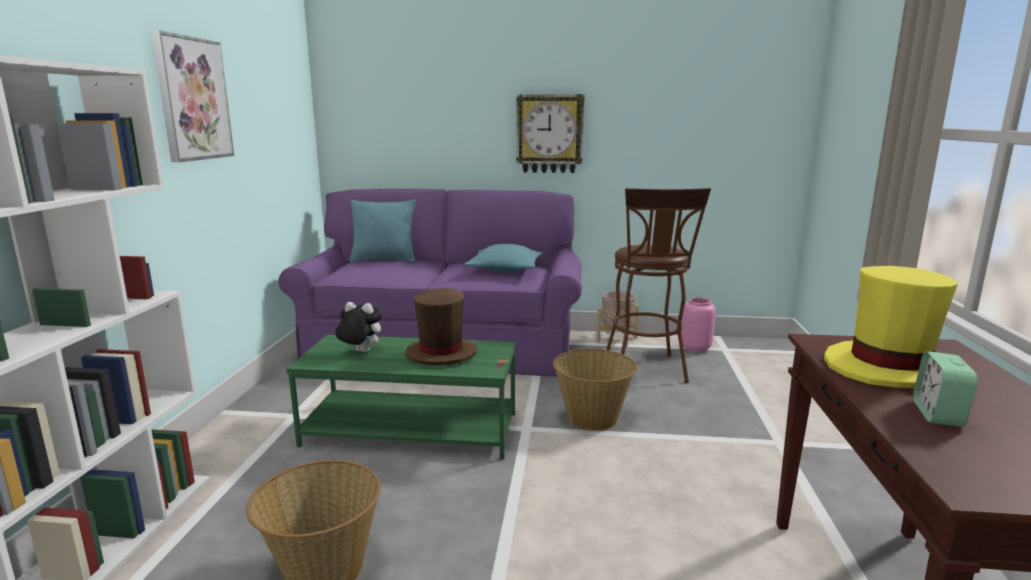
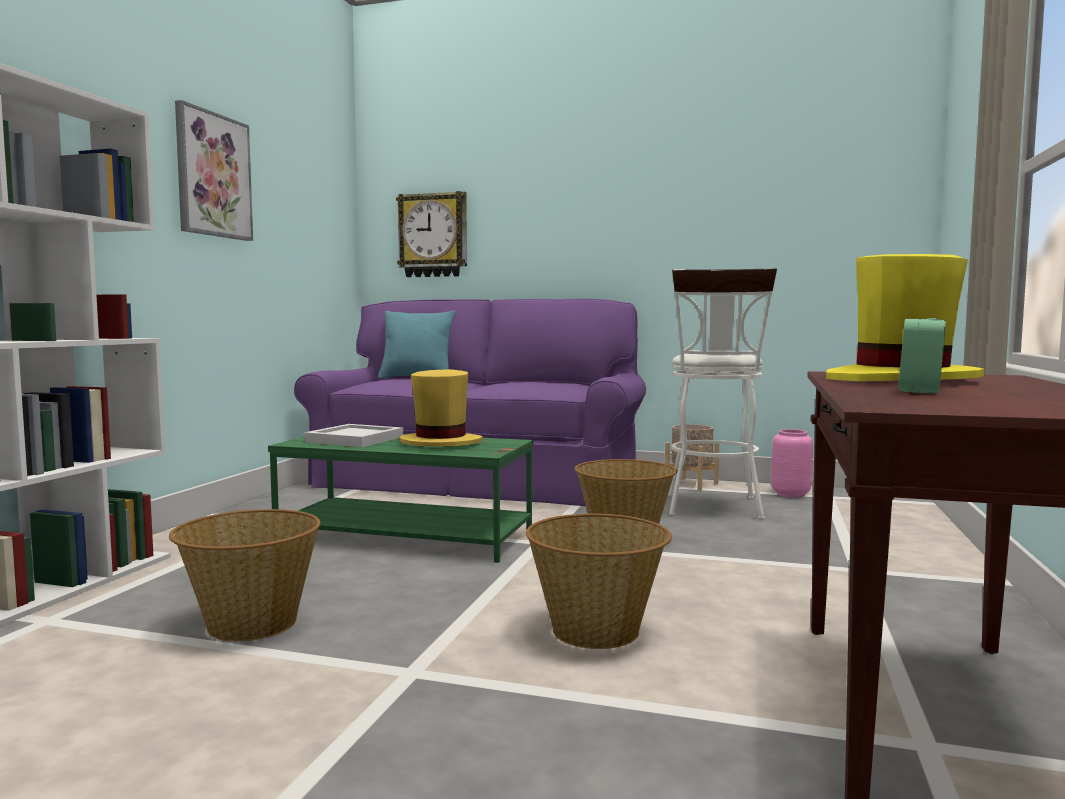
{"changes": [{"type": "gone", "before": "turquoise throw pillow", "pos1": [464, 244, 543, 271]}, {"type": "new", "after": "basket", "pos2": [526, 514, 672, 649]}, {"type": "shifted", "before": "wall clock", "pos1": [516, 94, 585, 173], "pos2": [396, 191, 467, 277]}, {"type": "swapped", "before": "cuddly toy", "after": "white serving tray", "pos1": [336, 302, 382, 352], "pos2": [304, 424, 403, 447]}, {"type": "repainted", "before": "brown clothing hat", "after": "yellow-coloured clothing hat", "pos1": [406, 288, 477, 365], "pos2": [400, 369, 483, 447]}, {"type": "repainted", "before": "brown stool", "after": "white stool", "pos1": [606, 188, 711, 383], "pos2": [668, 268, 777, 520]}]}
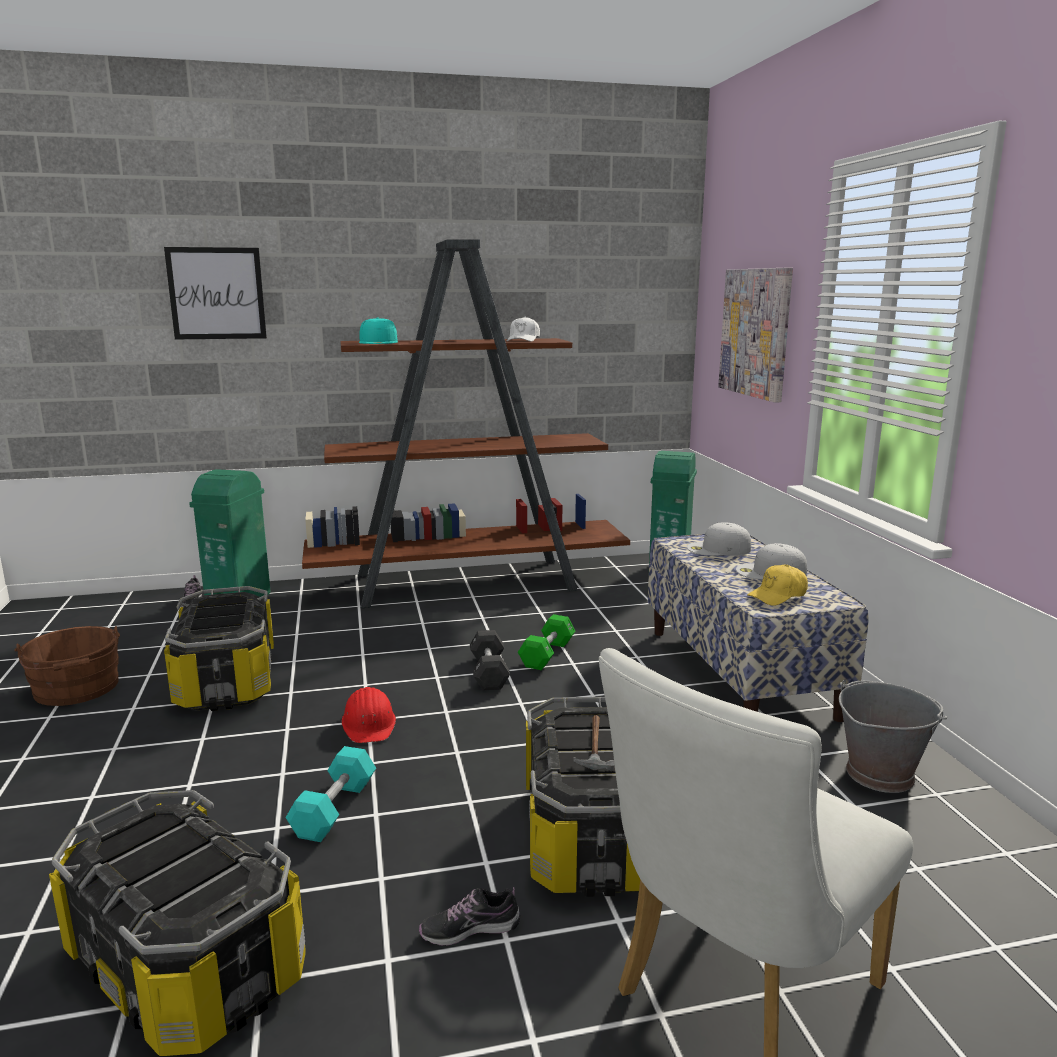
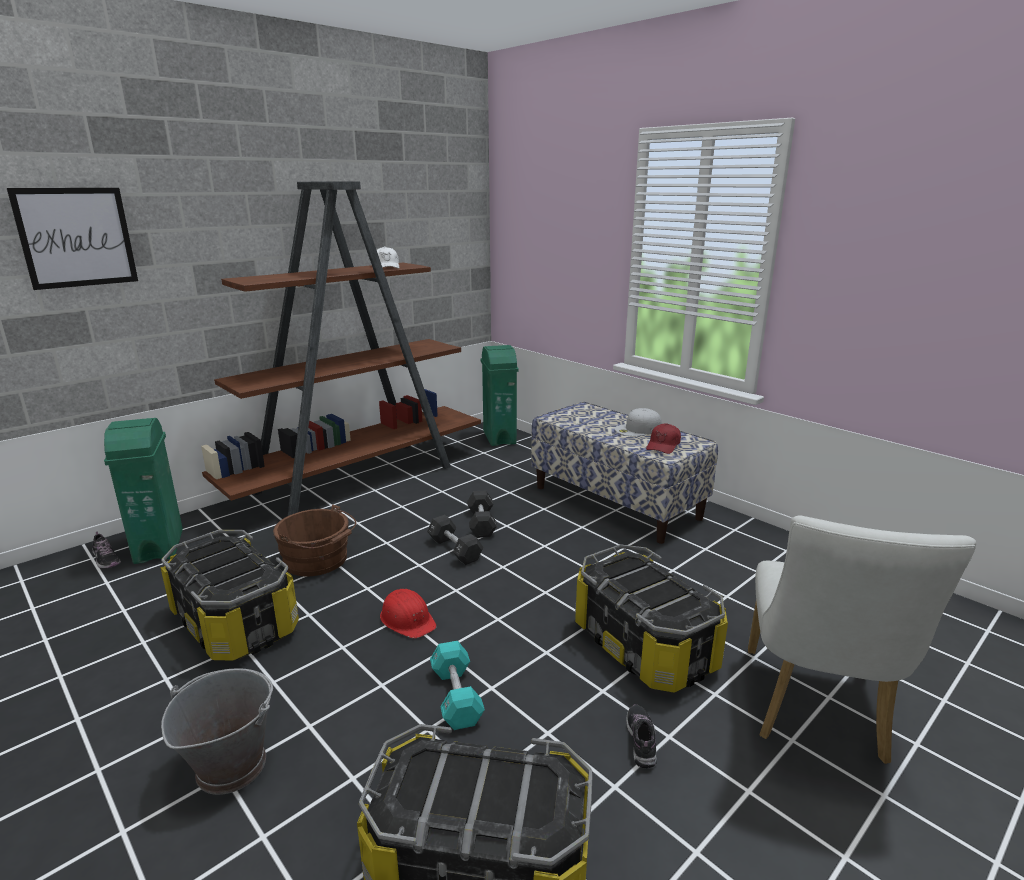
{"changes": [{"type": "gone", "before": "turquoise baseball cap", "pos1": [359, 318, 398, 344]}, {"type": "gone", "before": "tool hammer", "pos1": [573, 715, 615, 771]}, {"type": "gone", "before": "white baseball cap", "pos1": [687, 522, 751, 556]}, {"type": "gone", "before": "wall art", "pos1": [718, 268, 793, 403]}, {"type": "shifted", "before": "brown pail", "pos1": [14, 626, 120, 706], "pos2": [273, 505, 356, 576]}, {"type": "shifted", "before": "greyish pail", "pos1": [839, 679, 947, 793], "pos2": [161, 668, 273, 795]}, {"type": "repainted", "before": "green dumbbell", "after": "black-coloured dumbbell", "pos1": [518, 614, 575, 670], "pos2": [467, 491, 497, 538]}, {"type": "repainted", "before": "yellow-coloured baseball cap", "after": "reddish baseball cap", "pos1": [747, 565, 808, 606], "pos2": [646, 423, 681, 454]}, {"type": "rotated", "before": "low shoe", "pos1": [419, 887, 520, 946], "pos2": [626, 704, 657, 769], "turn": 135}]}
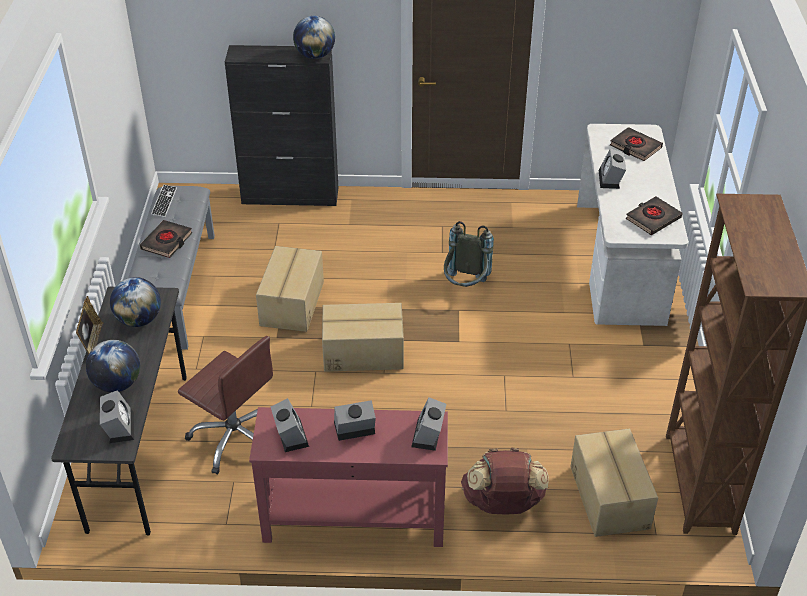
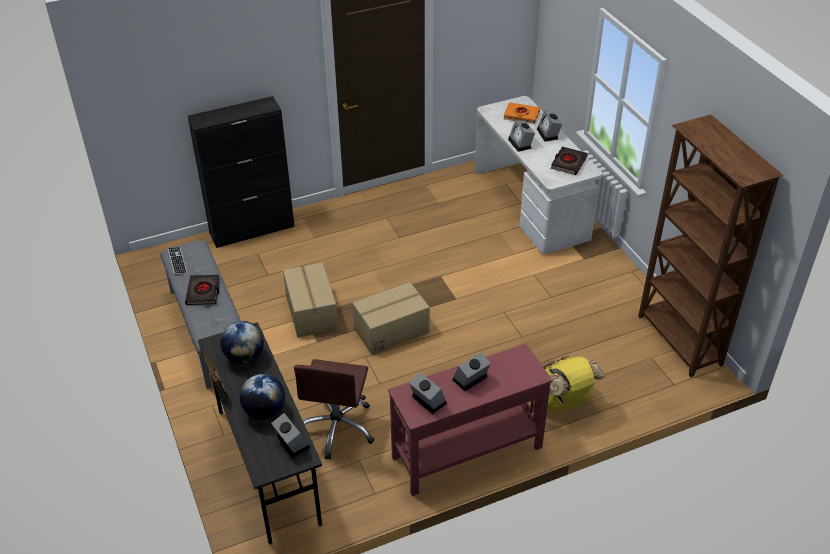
{"changes": [{"type": "gone", "before": "globe", "pos1": [293, 16, 335, 59]}, {"type": "gone", "before": "greyish knapsack", "pos1": [444, 221, 494, 287]}, {"type": "gone", "before": "cardboard box", "pos1": [571, 429, 658, 537]}, {"type": "shifted", "before": "bedside clock", "pos1": [411, 397, 446, 451], "pos2": [537, 110, 562, 142]}, {"type": "repainted", "before": "brown knapsack", "after": "yellow-coloured knapsack", "pos1": [461, 448, 549, 515], "pos2": [543, 356, 605, 412]}, {"type": "repainted", "before": "black-coloured volume", "after": "orange volume", "pos1": [610, 127, 663, 161], "pos2": [503, 102, 540, 124]}, {"type": "rotated", "before": "brown office chair", "pos1": [178, 336, 273, 475], "pos2": [294, 359, 375, 460], "turn": 90}]}
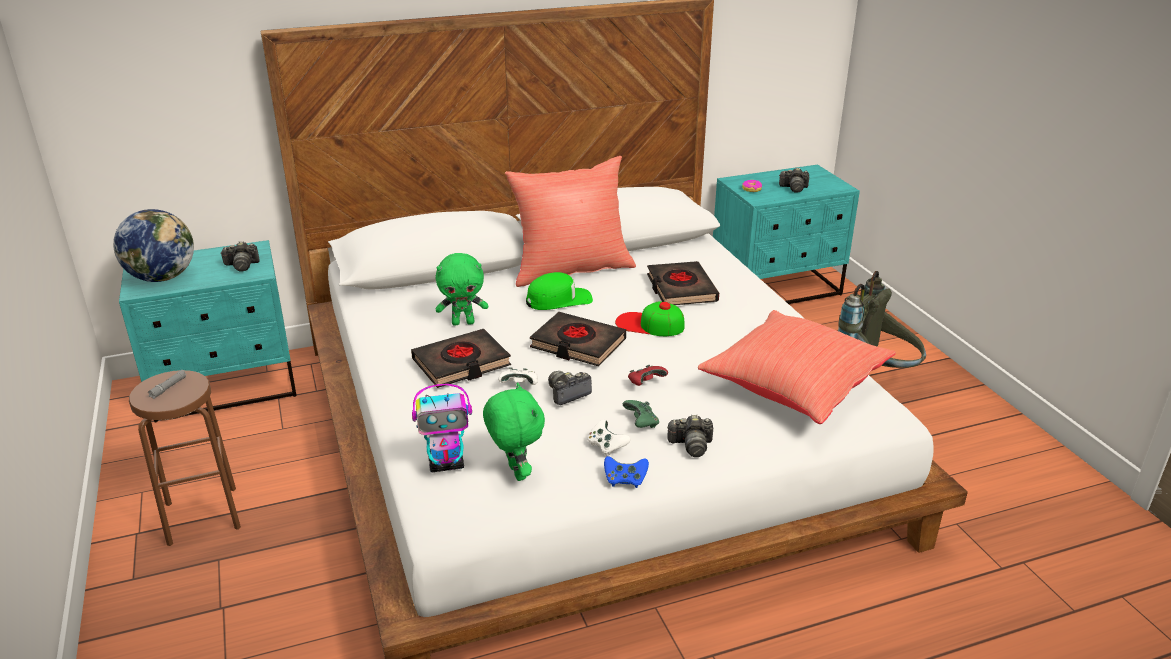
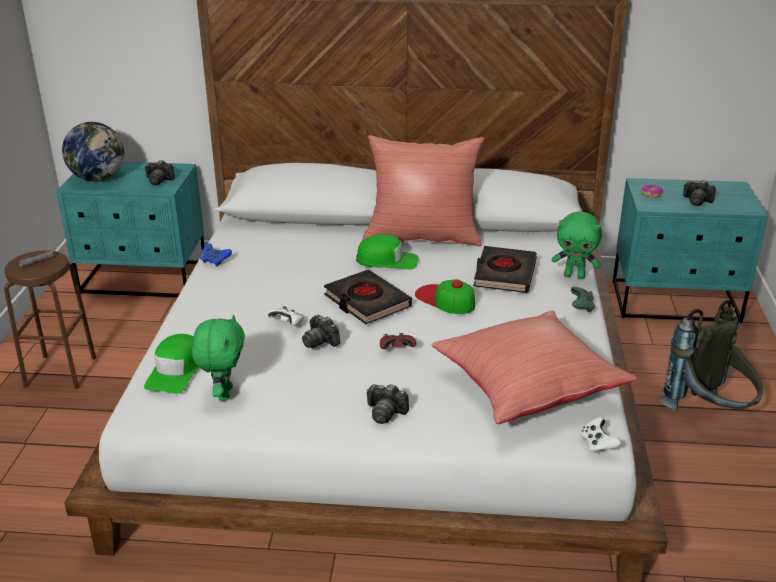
{"changes": [{"type": "gone", "before": "black-coloured volume", "pos1": [411, 329, 511, 388]}, {"type": "shifted", "before": "green cuddly toy", "pos1": [436, 253, 488, 326], "pos2": [552, 211, 602, 279]}, {"type": "shifted", "before": "white game controller", "pos1": [587, 420, 631, 456], "pos2": [580, 417, 621, 454]}, {"type": "shifted", "before": "blue-coloured game controller", "pos1": [604, 456, 649, 488], "pos2": [200, 243, 232, 267]}, {"type": "shifted", "before": "green game controller", "pos1": [623, 400, 659, 428], "pos2": [571, 287, 595, 313]}, {"type": "swapped", "before": "model robot", "after": "green baseball cap", "pos1": [412, 384, 472, 472], "pos2": [144, 334, 199, 394]}, {"type": "rotated", "before": "still camera", "pos1": [548, 371, 592, 405], "pos2": [302, 314, 340, 348], "turn": -120}]}
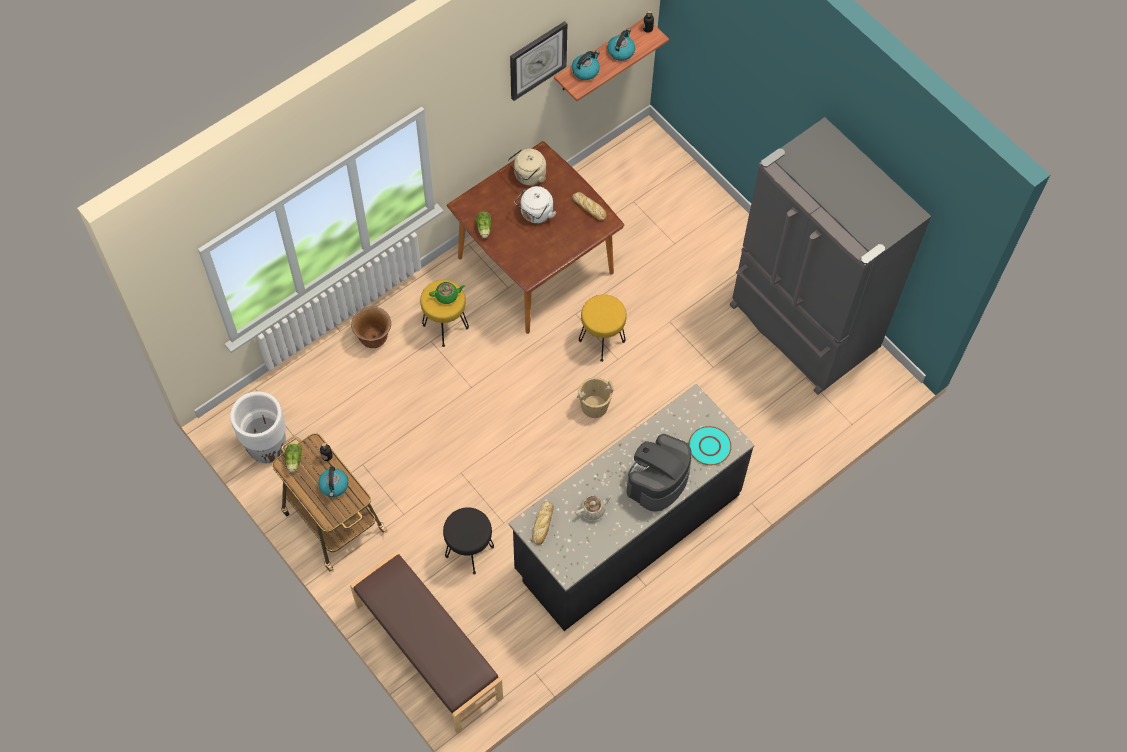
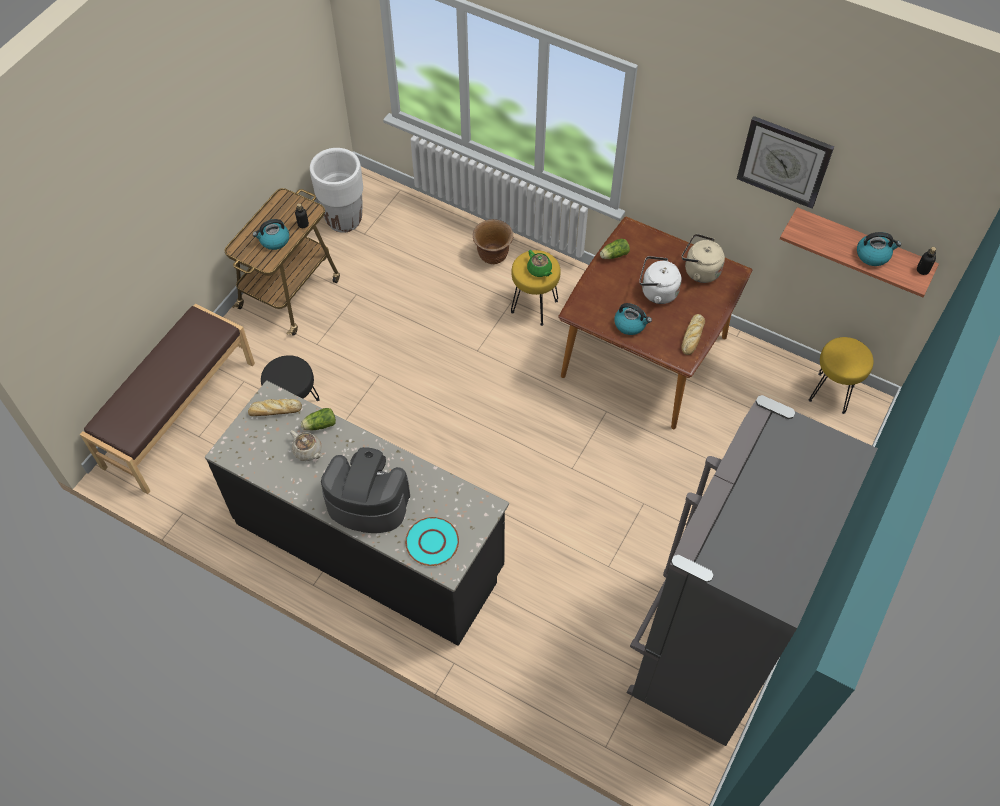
{"changes": [{"type": "gone", "before": "beige pail", "pos1": [577, 377, 614, 418]}, {"type": "shifted", "before": "head of lettuce", "pos1": [285, 444, 302, 473], "pos2": [301, 408, 336, 430]}, {"type": "shifted", "before": "kettle", "pos1": [572, 50, 600, 80], "pos2": [614, 303, 652, 335]}, {"type": "shifted", "before": "yellow-coloured stool", "pos1": [579, 294, 627, 362], "pos2": [809, 337, 874, 414]}]}
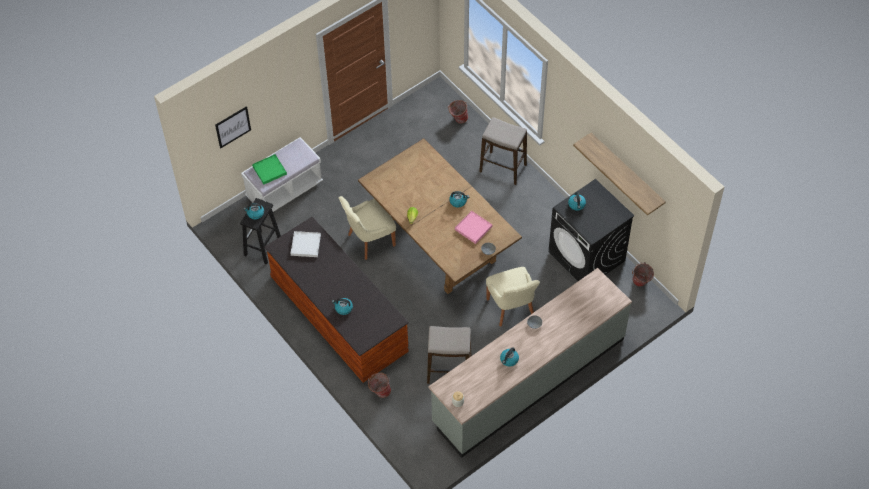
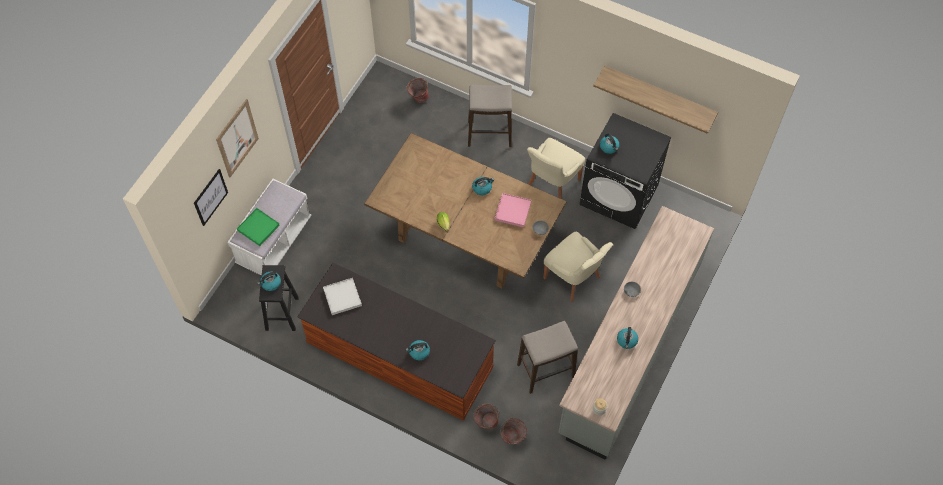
{"changes": [{"type": "new", "after": "wall art", "pos2": [216, 99, 259, 177]}, {"type": "shifted", "before": "beige plain chair", "pos1": [338, 196, 396, 260], "pos2": [527, 138, 585, 199]}, {"type": "shifted", "before": "pail", "pos1": [632, 262, 654, 287], "pos2": [501, 418, 527, 444]}]}
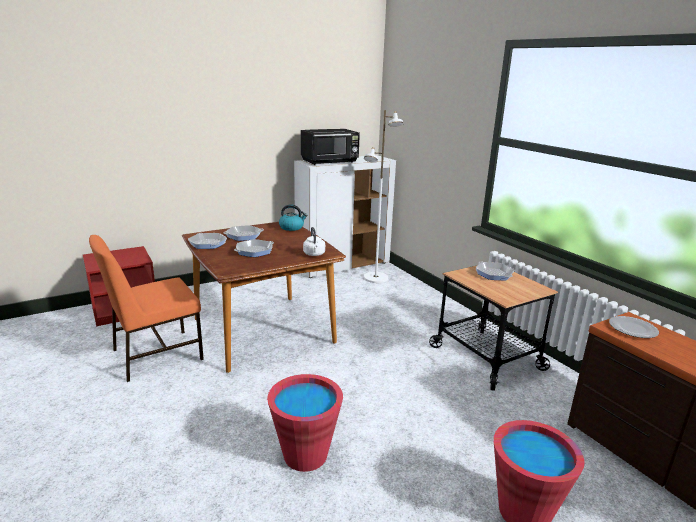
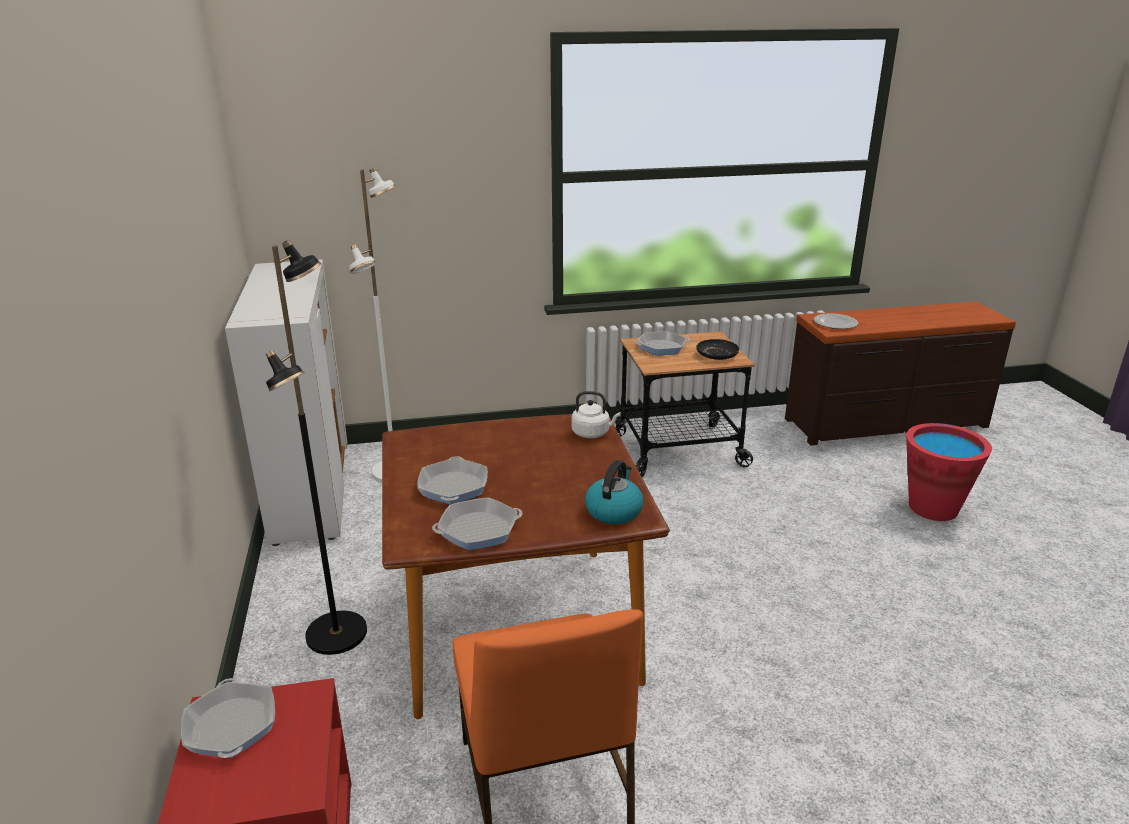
{"changes": [{"type": "gone", "before": "reddish pail", "pos1": [267, 374, 343, 472]}, {"type": "gone", "before": "black-coloured kitchen microwave", "pos1": [301, 129, 360, 165]}, {"type": "new", "after": "black-coloured standing lamp", "pos2": [266, 240, 367, 655]}, {"type": "new", "after": "black-coloured dinner plate", "pos2": [696, 339, 739, 360]}, {"type": "shifted", "before": "frying pan", "pos1": [234, 239, 274, 257], "pos2": [181, 678, 275, 758]}, {"type": "shifted", "before": "kettle", "pos1": [279, 204, 308, 231], "pos2": [585, 460, 644, 524]}]}
